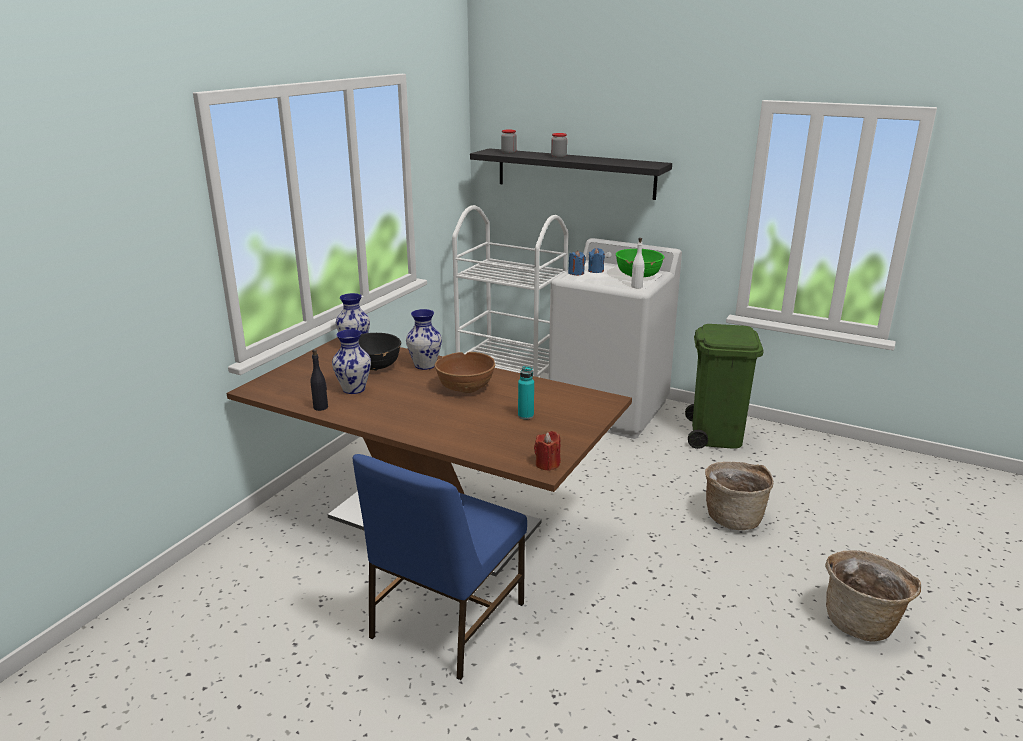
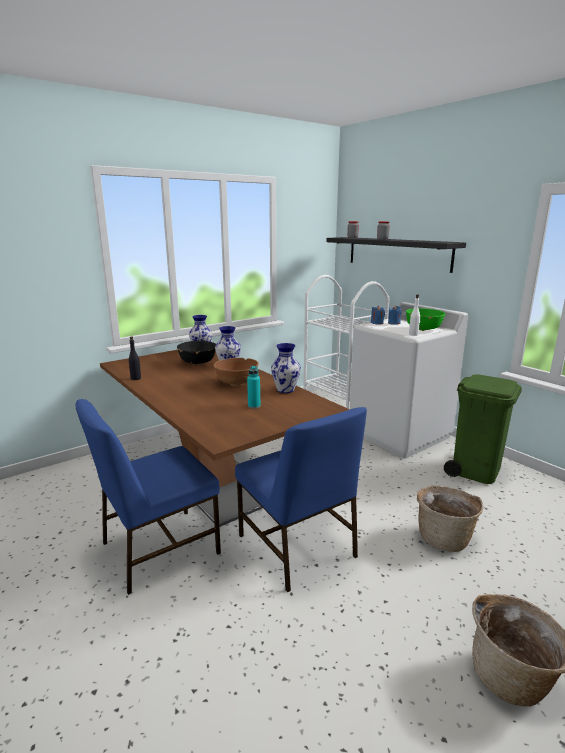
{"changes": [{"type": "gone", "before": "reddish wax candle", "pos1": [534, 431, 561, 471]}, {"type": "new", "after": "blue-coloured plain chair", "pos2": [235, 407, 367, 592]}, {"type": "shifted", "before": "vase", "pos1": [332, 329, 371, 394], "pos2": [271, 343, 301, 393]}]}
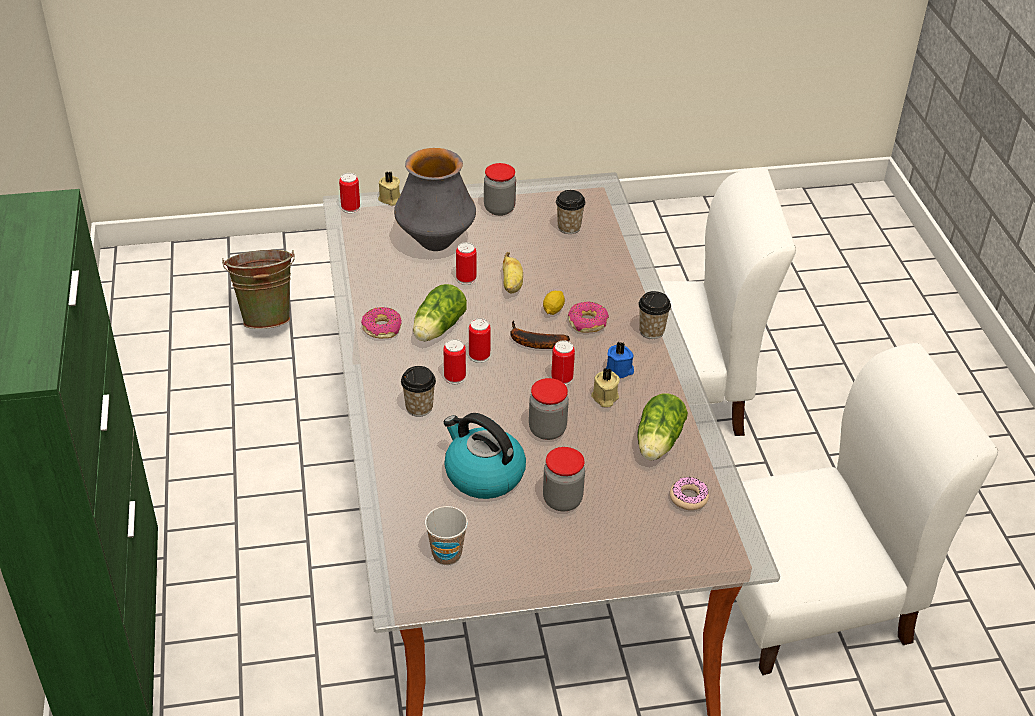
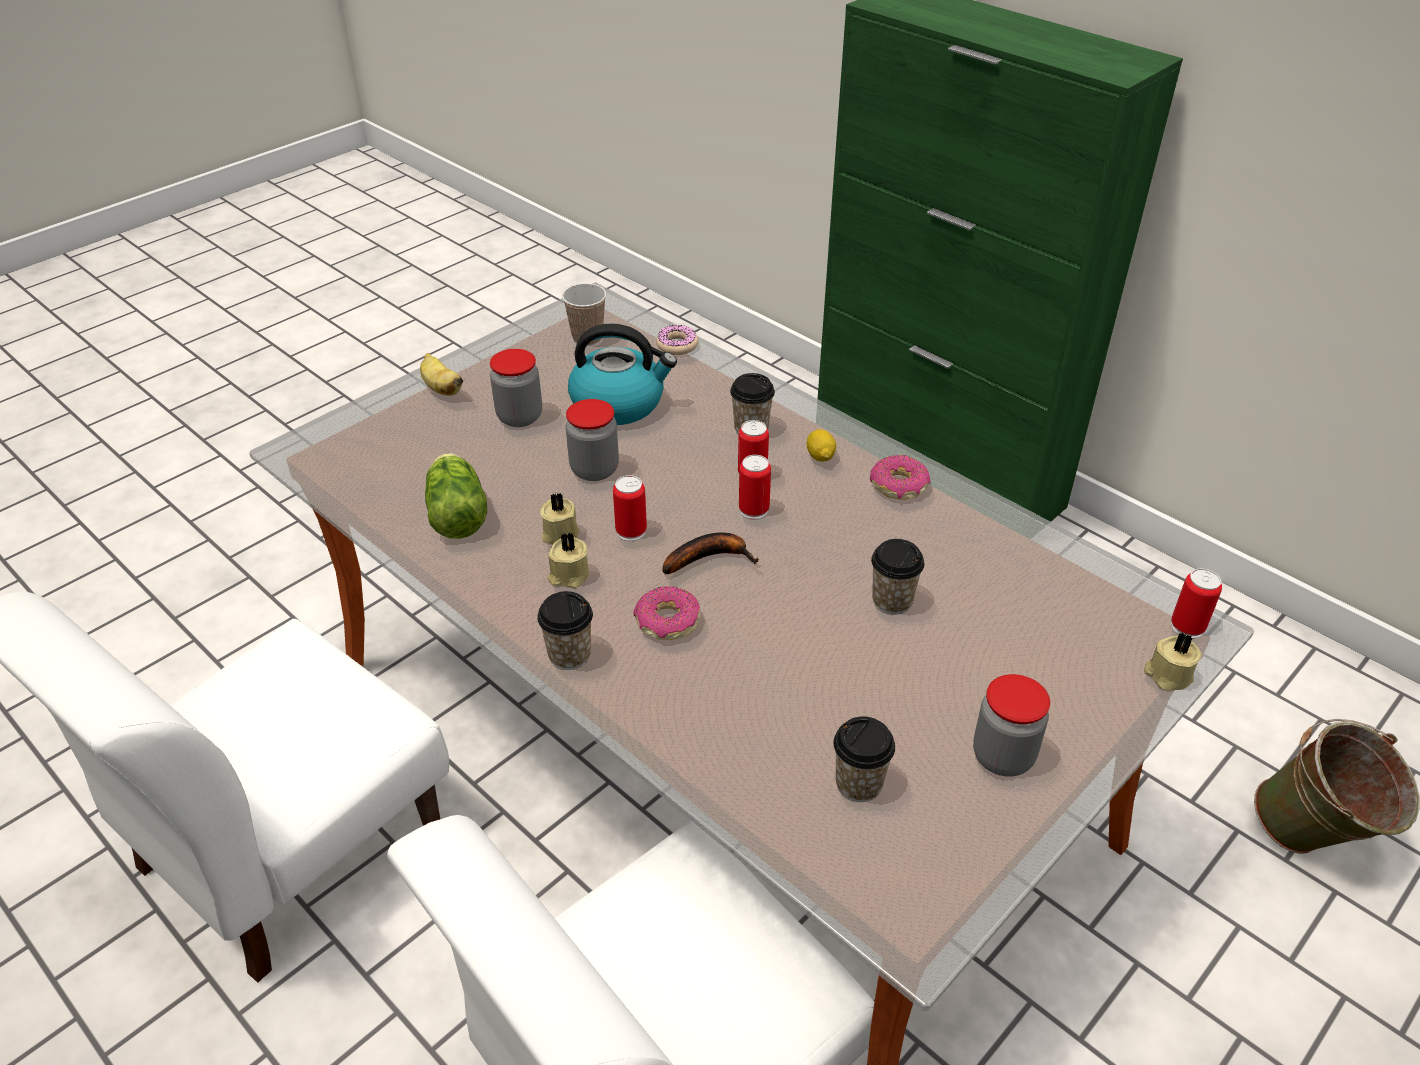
{"changes": [{"type": "gone", "before": "vase", "pos1": [394, 148, 476, 251]}, {"type": "gone", "before": "head of lettuce", "pos1": [413, 284, 467, 341]}, {"type": "shifted", "before": "banana fruit", "pos1": [503, 252, 523, 293], "pos2": [420, 353, 463, 396]}, {"type": "shifted", "before": "whole lemon", "pos1": [543, 291, 565, 315], "pos2": [807, 429, 836, 462]}, {"type": "shifted", "before": "doughnut", "pos1": [670, 477, 709, 510], "pos2": [656, 325, 699, 355]}, {"type": "swapped", "before": "sealed can", "after": "cup", "pos1": [456, 242, 476, 285], "pos2": [871, 539, 924, 615]}, {"type": "repainted", "before": "blue-coloured wax candle", "after": "beige wax candle", "pos1": [606, 342, 634, 378], "pos2": [548, 532, 589, 588]}]}
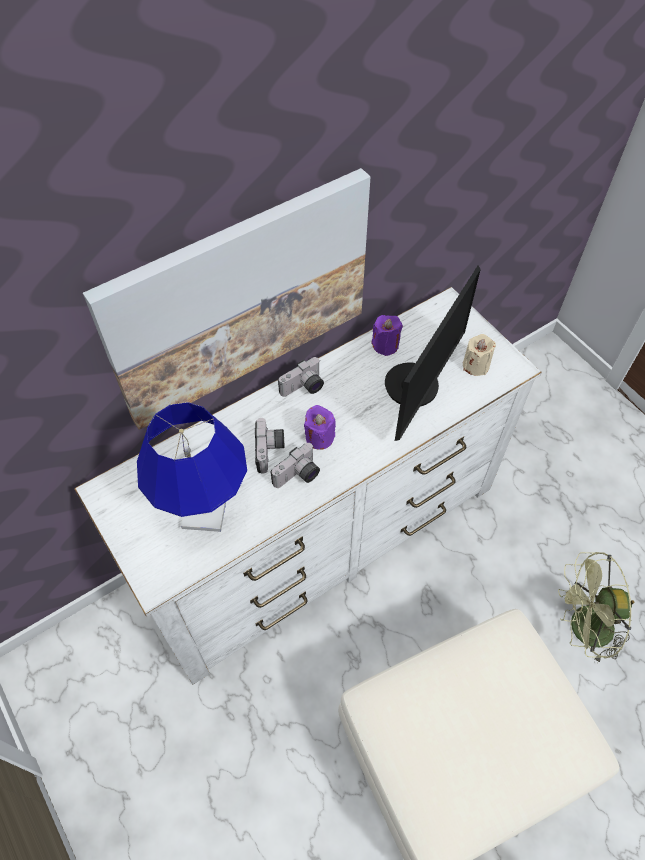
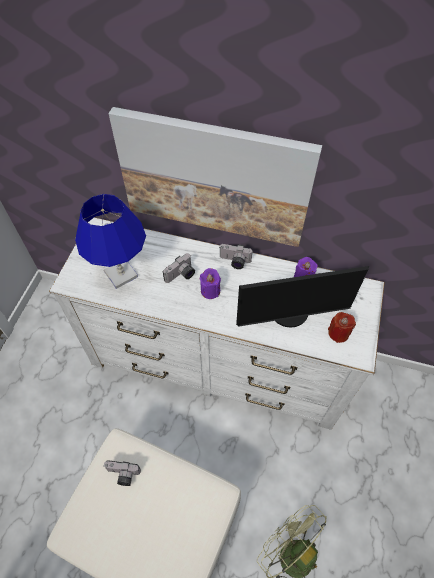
{"changes": [{"type": "shifted", "before": "still camera", "pos1": [270, 443, 320, 488], "pos2": [104, 460, 141, 486]}, {"type": "repainted", "before": "beige wax candle", "after": "reddish wax candle", "pos1": [463, 334, 496, 376], "pos2": [328, 312, 356, 343]}]}
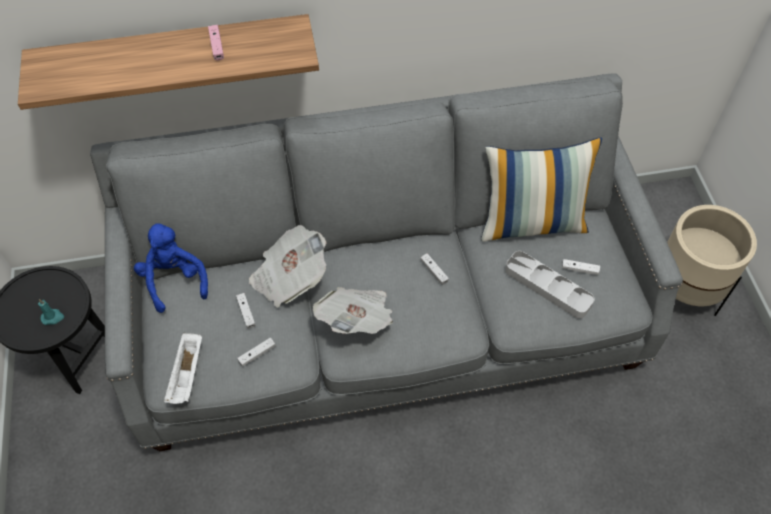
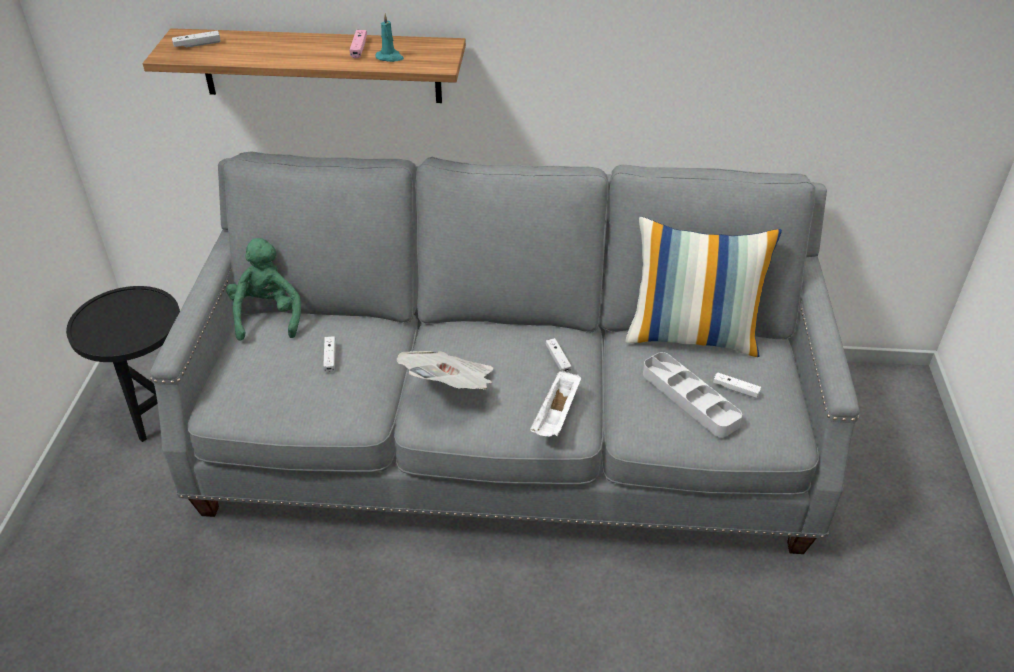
{"changes": [{"type": "gone", "before": "printed paper", "pos1": [249, 225, 327, 308]}, {"type": "gone", "before": "beige plant pot", "pos1": [667, 205, 757, 316]}, {"type": "shifted", "before": "turquoise wax candle", "pos1": [38, 299, 64, 325], "pos2": [375, 13, 404, 62]}, {"type": "shifted", "before": "white serving tray", "pos1": [164, 332, 202, 404], "pos2": [530, 369, 581, 437]}, {"type": "shifted", "before": "white game controller", "pos1": [237, 338, 275, 366], "pos2": [172, 31, 220, 48]}, {"type": "repainted", "before": "blue-coloured cuddly toy", "after": "green cuddly toy", "pos1": [134, 224, 208, 313], "pos2": [226, 238, 301, 341]}]}
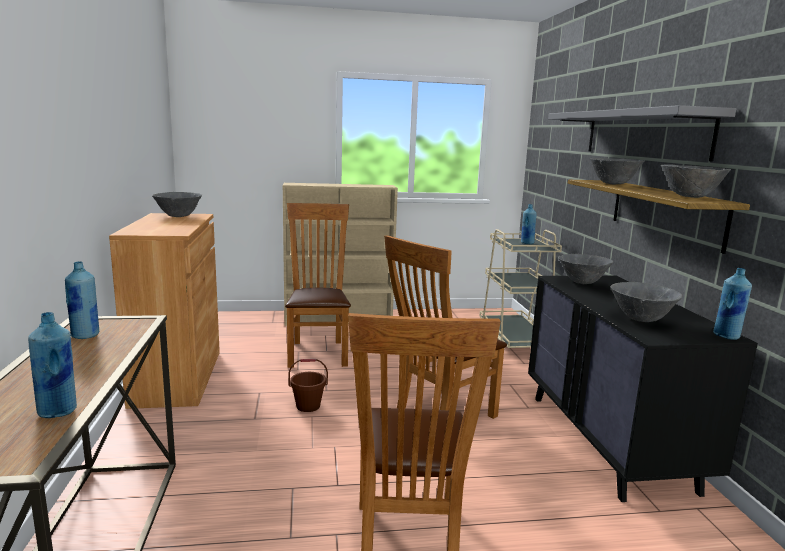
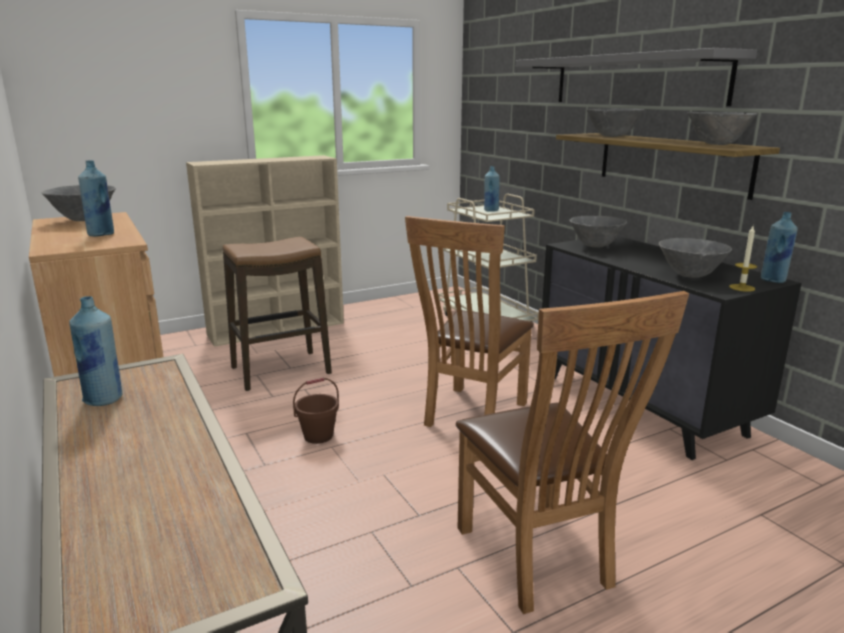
{"changes": [{"type": "new", "after": "wax candle", "pos2": [729, 226, 757, 292]}, {"type": "shifted", "before": "blue-coloured beverage bottle", "pos1": [28, 312, 77, 418], "pos2": [78, 160, 114, 237]}, {"type": "swapped", "before": "brown plain chair", "after": "stool", "pos1": [285, 203, 351, 368], "pos2": [223, 237, 332, 391]}]}
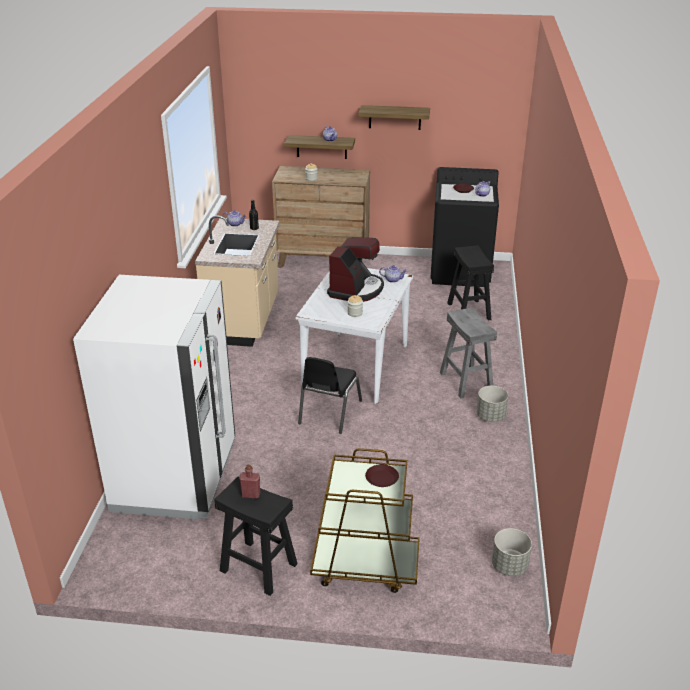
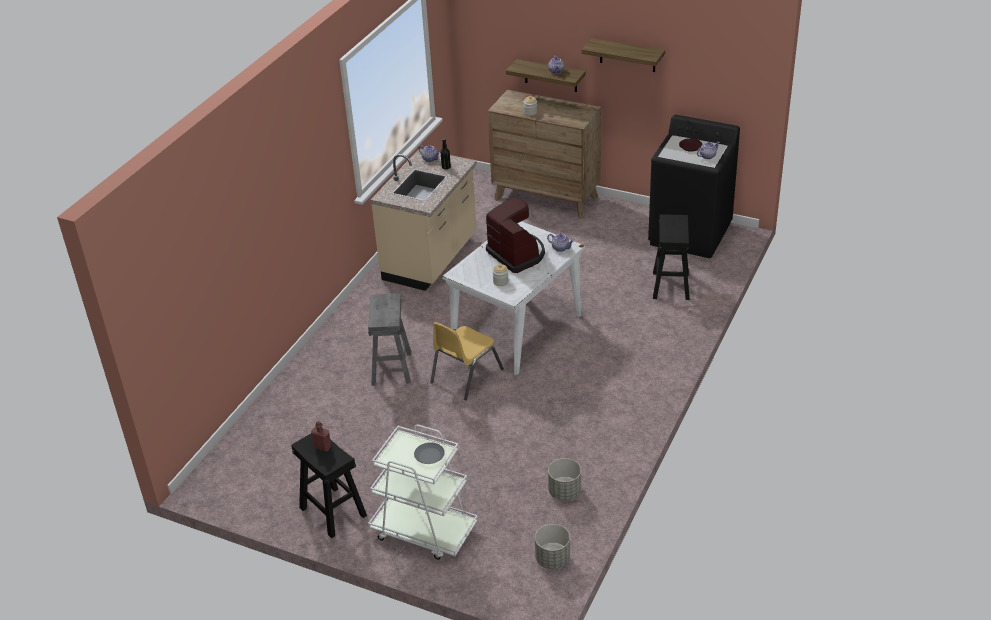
{"changes": [{"type": "gone", "before": "white kitchen fridge", "pos1": [73, 275, 235, 520]}, {"type": "shifted", "before": "greyish stool", "pos1": [440, 307, 497, 398], "pos2": [368, 293, 411, 386]}, {"type": "shifted", "before": "greyish plant pot", "pos1": [476, 386, 508, 422], "pos2": [548, 458, 581, 500]}, {"type": "repainted", "before": "black-coloured plain chair", "after": "yellow-coloured plain chair", "pos1": [298, 357, 362, 434], "pos2": [430, 322, 504, 400]}, {"type": "repainted", "before": "brown trolley", "after": "white trolley", "pos1": [310, 448, 420, 593], "pos2": [368, 424, 478, 560]}, {"type": "repainted", "before": "brown dinner plate", "after": "greyish dinner plate", "pos1": [365, 464, 399, 487], "pos2": [414, 442, 445, 464]}, {"type": "rotated", "before": "coffee brewer", "pos1": [327, 237, 384, 302], "pos2": [486, 198, 545, 273], "turn": -75}]}
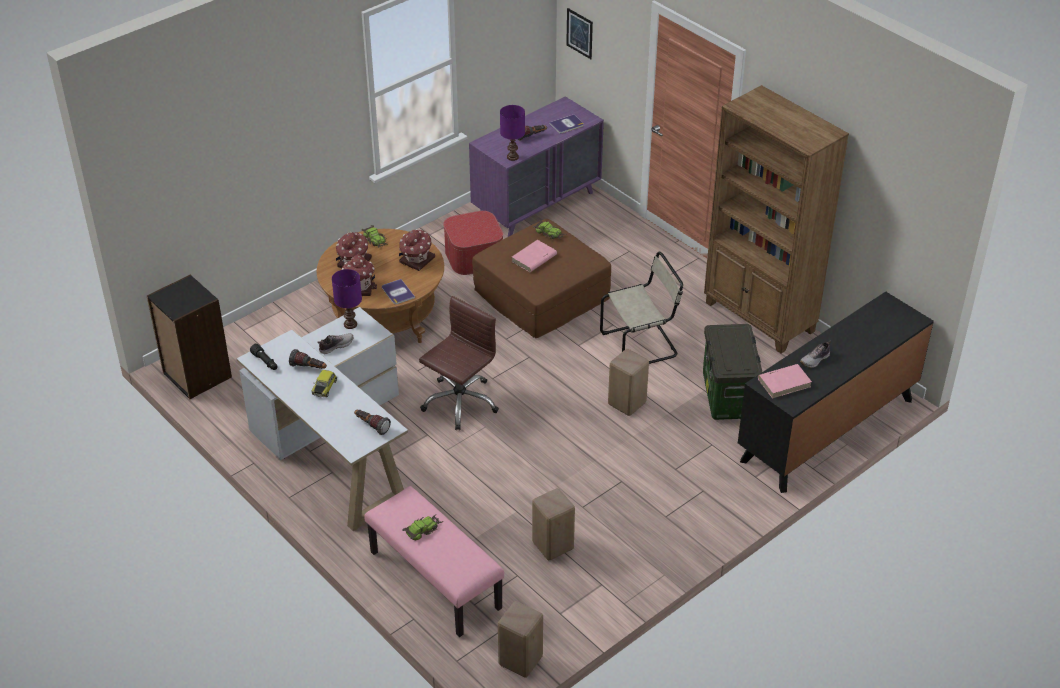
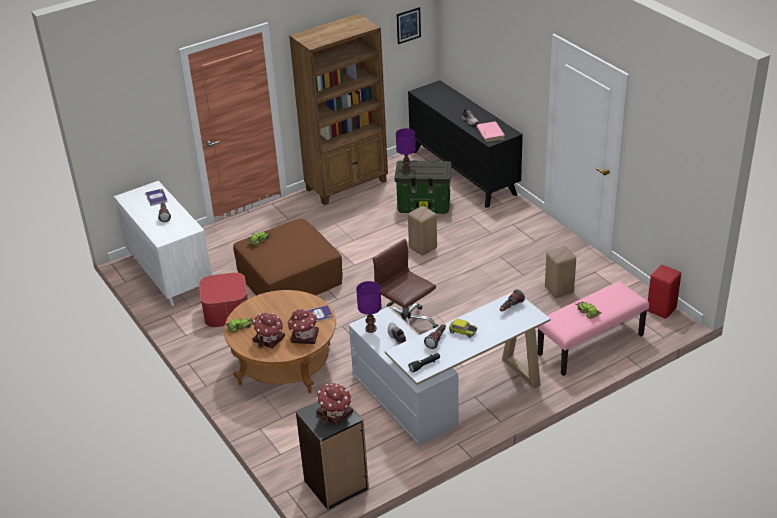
{"changes": [{"type": "gone", "before": "pinkish volume", "pos1": [511, 240, 557, 272]}, {"type": "gone", "before": "beige plain chair", "pos1": [600, 252, 683, 364]}, {"type": "shifted", "before": "model house", "pos1": [399, 229, 435, 271], "pos2": [316, 383, 353, 425]}, {"type": "shifted", "before": "purple table lamp", "pos1": [500, 105, 525, 161], "pos2": [396, 128, 416, 172]}, {"type": "shifted", "before": "wall art", "pos1": [566, 8, 593, 59], "pos2": [396, 7, 421, 44]}, {"type": "repainted", "before": "purple chest of drawers", "after": "white chest of drawers", "pos1": [469, 96, 604, 237], "pos2": [114, 181, 212, 306]}, {"type": "repainted", "before": "beige stool", "after": "reddish stool", "pos1": [498, 601, 543, 678], "pos2": [647, 265, 681, 318]}]}
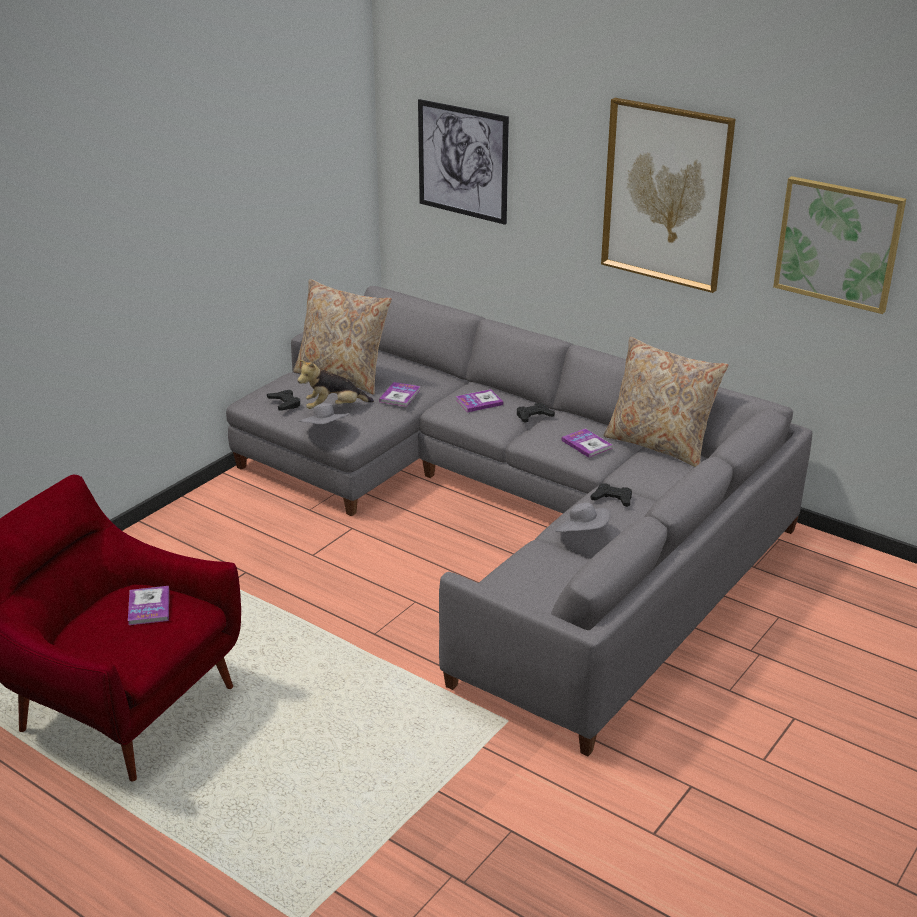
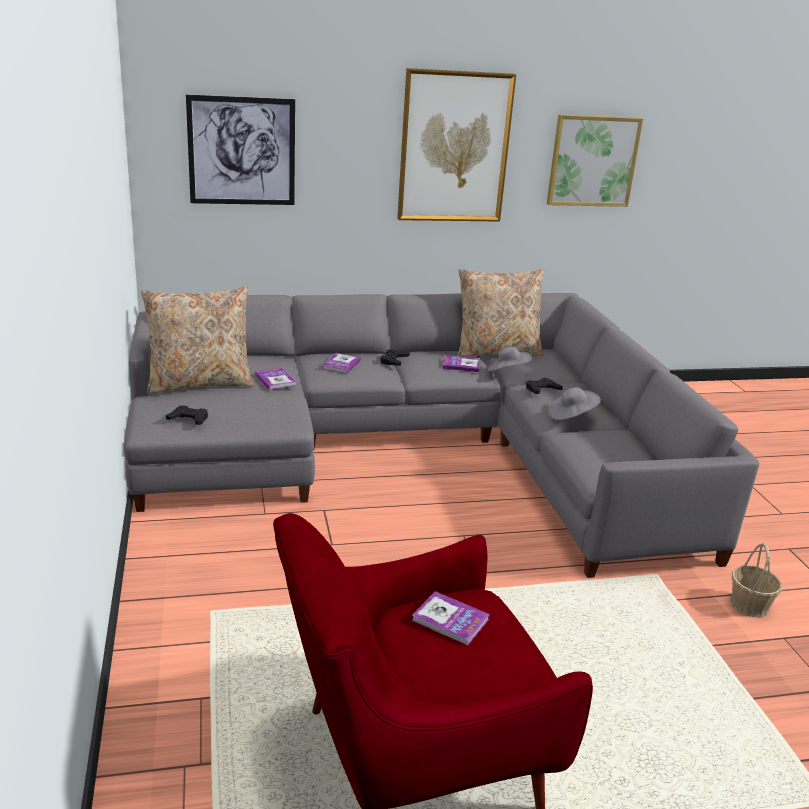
{"changes": [{"type": "gone", "before": "cuddly toy", "pos1": [297, 360, 374, 409]}, {"type": "new", "after": "basket", "pos2": [730, 543, 782, 617]}, {"type": "shifted", "before": "greyish clothing hat", "pos1": [298, 403, 349, 424], "pos2": [488, 347, 532, 371]}]}
